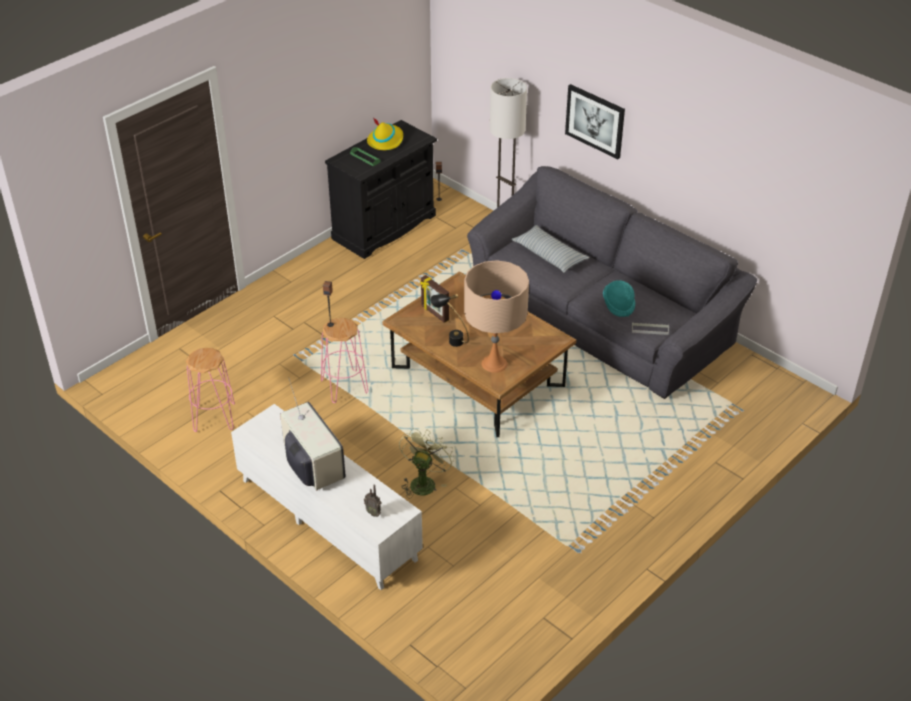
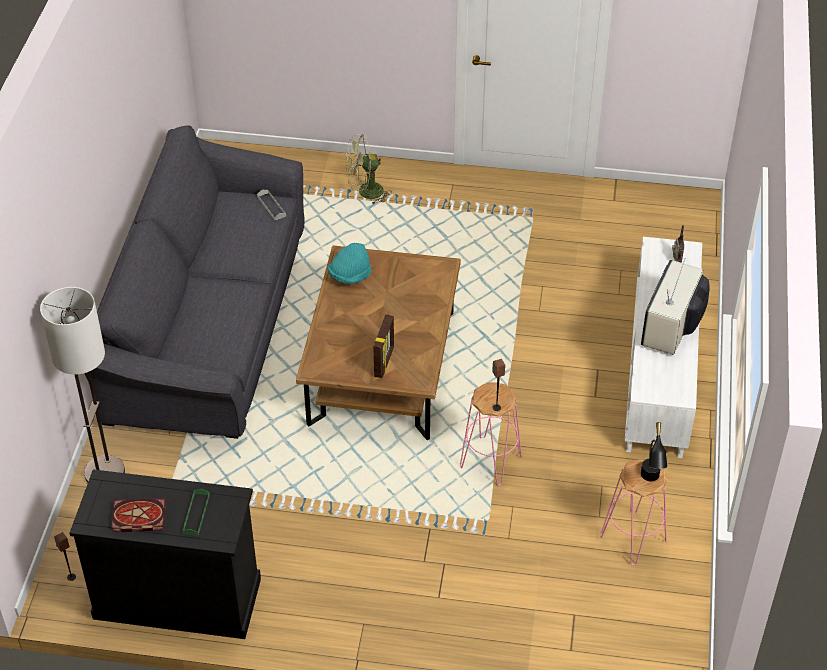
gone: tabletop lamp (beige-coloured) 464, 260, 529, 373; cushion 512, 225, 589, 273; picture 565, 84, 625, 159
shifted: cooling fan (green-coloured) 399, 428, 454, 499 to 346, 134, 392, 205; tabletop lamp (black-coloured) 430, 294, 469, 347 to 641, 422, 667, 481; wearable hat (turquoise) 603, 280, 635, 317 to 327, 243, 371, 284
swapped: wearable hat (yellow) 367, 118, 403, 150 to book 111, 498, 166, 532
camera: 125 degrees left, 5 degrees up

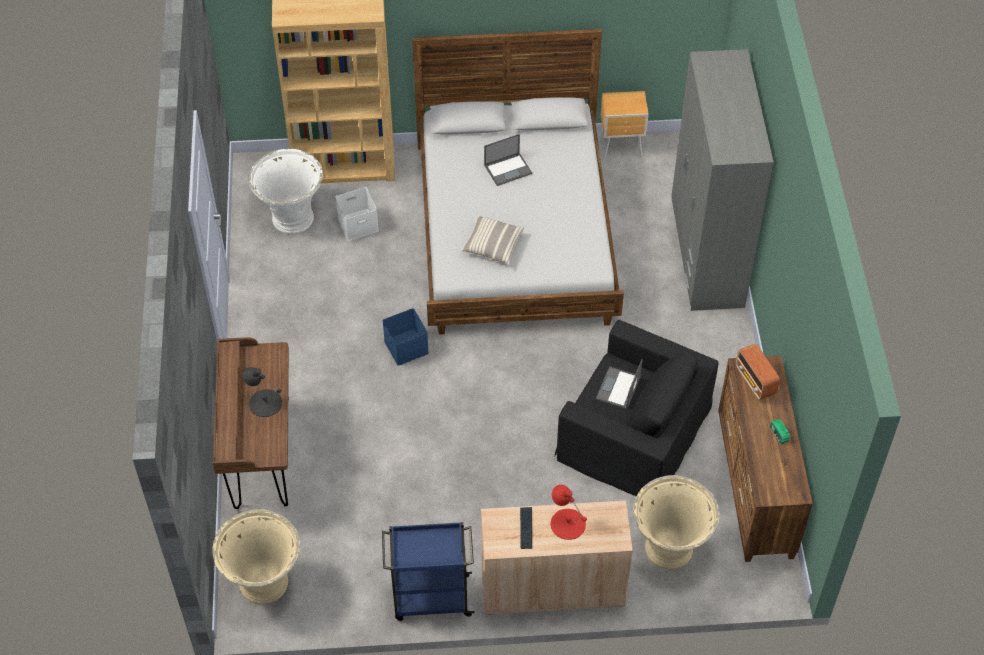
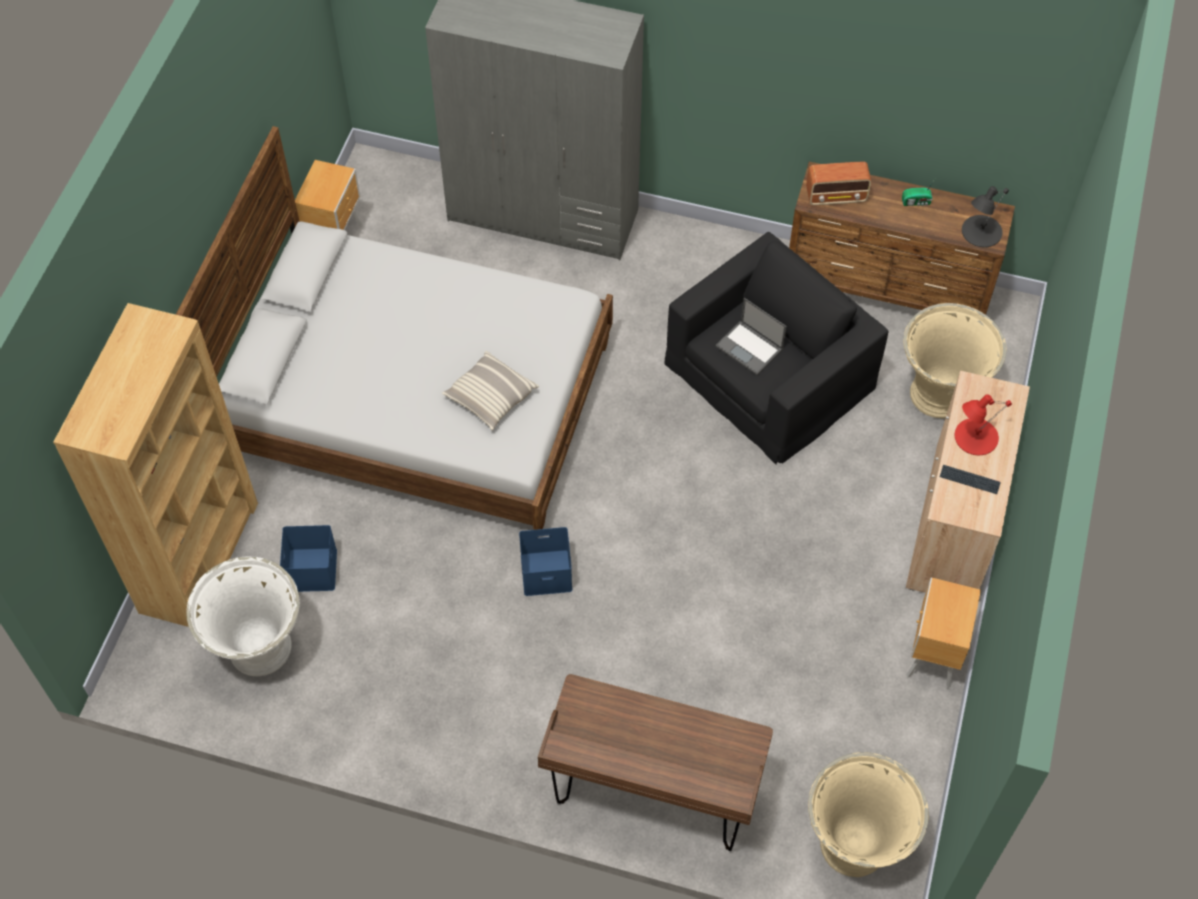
gone: notebook computer 484, 134, 532, 186
shifted: tabletop lamp (black-coloured) 243, 367, 282, 417 to 962, 186, 1009, 247
swapped: cart (blue) 382, 522, 475, 621 to bedside table (brown-coloured) 906, 578, 981, 688
repainted: storage bin (white) 336, 187, 379, 241 to storage bin (blue) 280, 525, 337, 592
camera: 70 degrees left, 5 degrees up

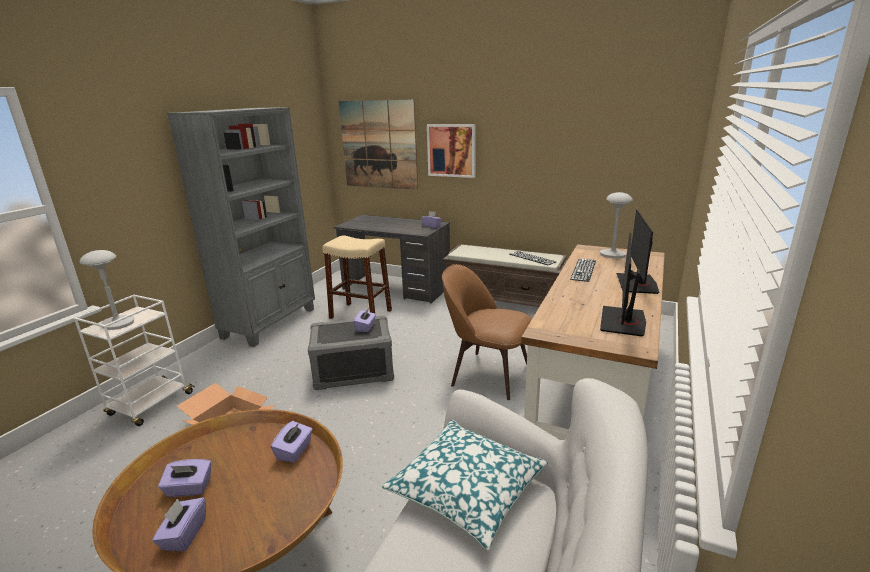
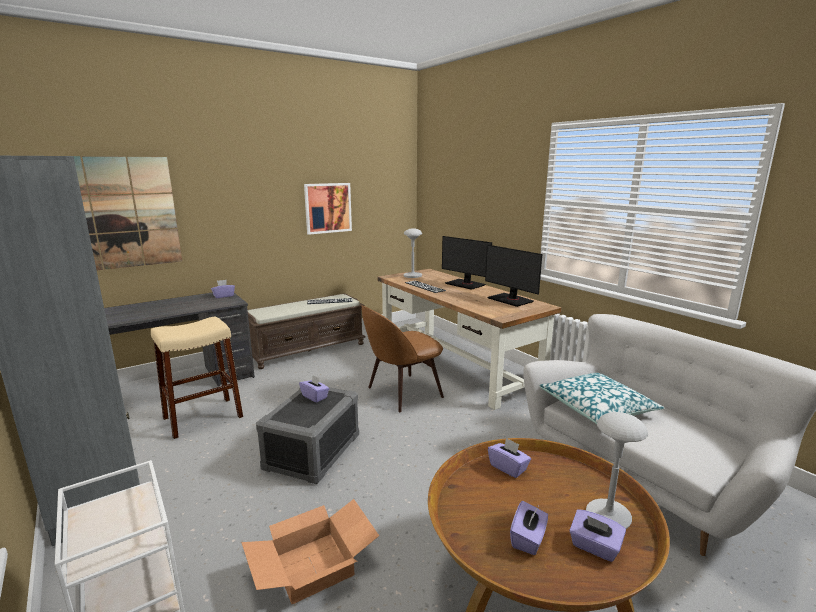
shifted: tabletop lamp (gray) 80, 250, 134, 330 to 586, 412, 648, 529; picture 427, 124, 476, 178 to 304, 183, 352, 235
camera: 60 degrees left, 5 degrees down

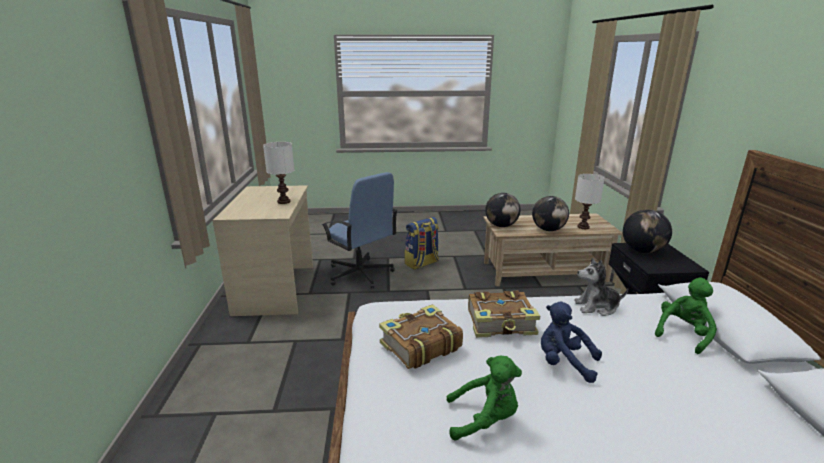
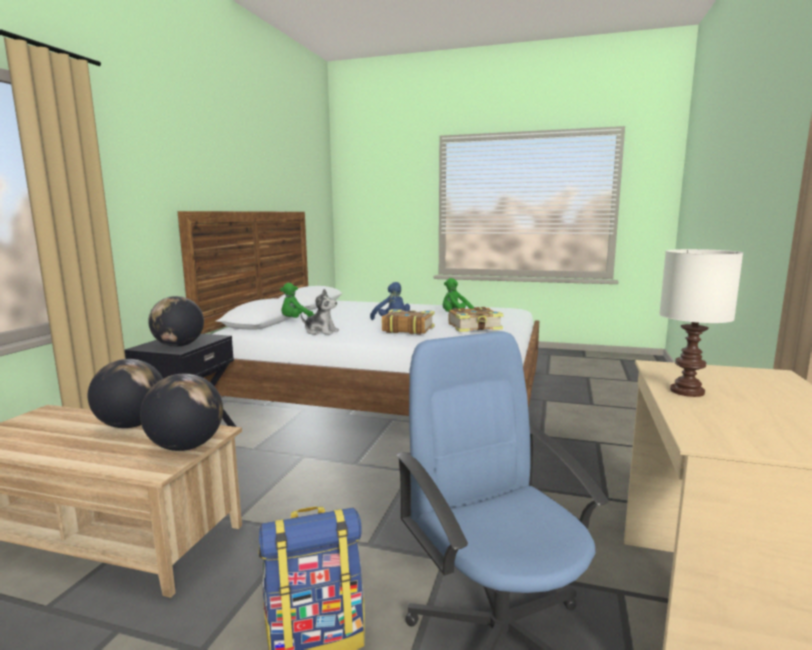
gone: tabletop lamp (white) 575, 174, 605, 229
camera: 160 degrees left, 10 degrees down

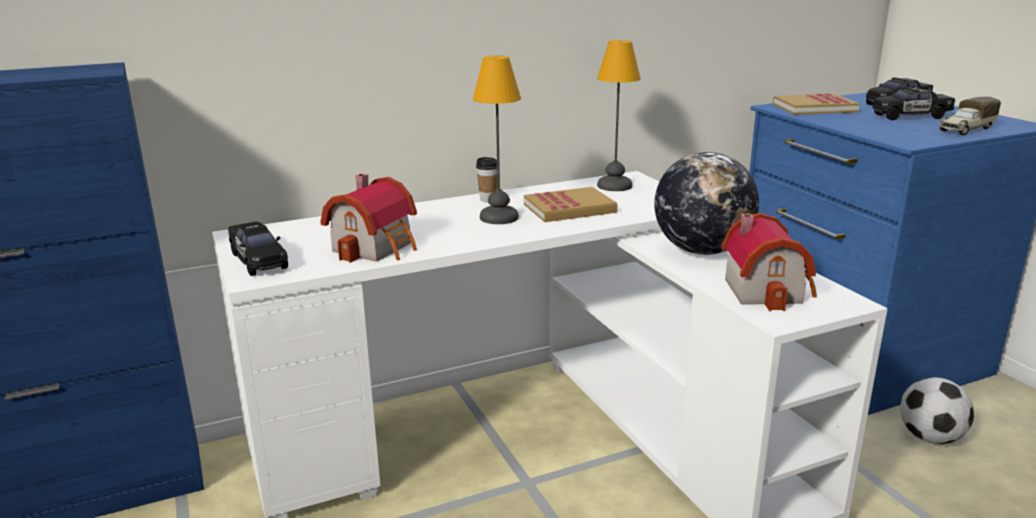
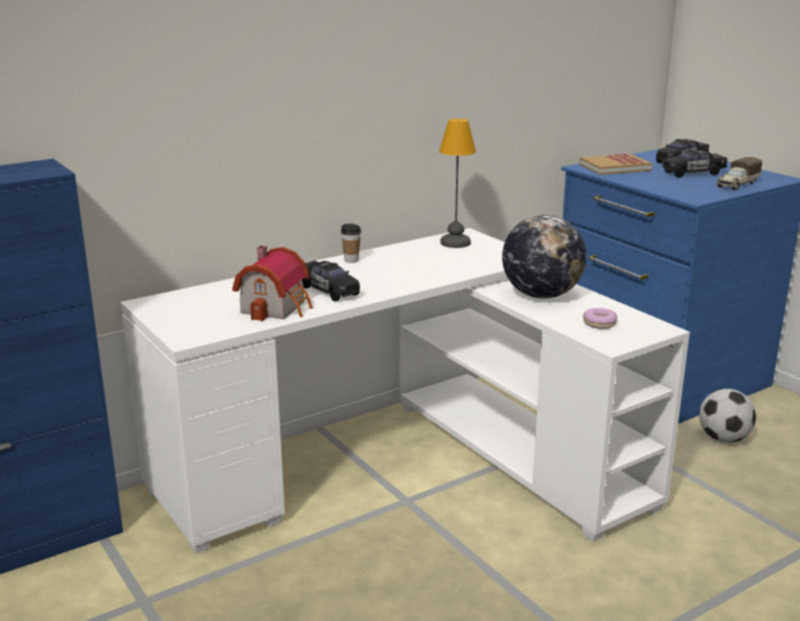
gone: tabletop lamp 473, 56, 521, 224; book 524, 187, 618, 222
shifted: toy car (black-coloured) 228, 221, 288, 276 to 302, 261, 360, 302
swapped: miniature house 721, 213, 817, 311 to ring doughnut 583, 308, 617, 329
camera: 10 degrees left, 0 degrees up

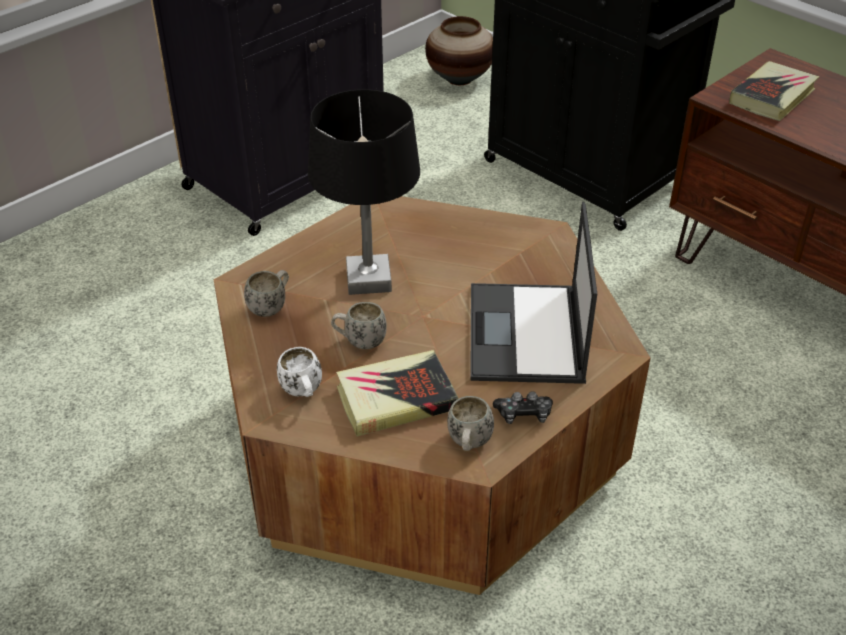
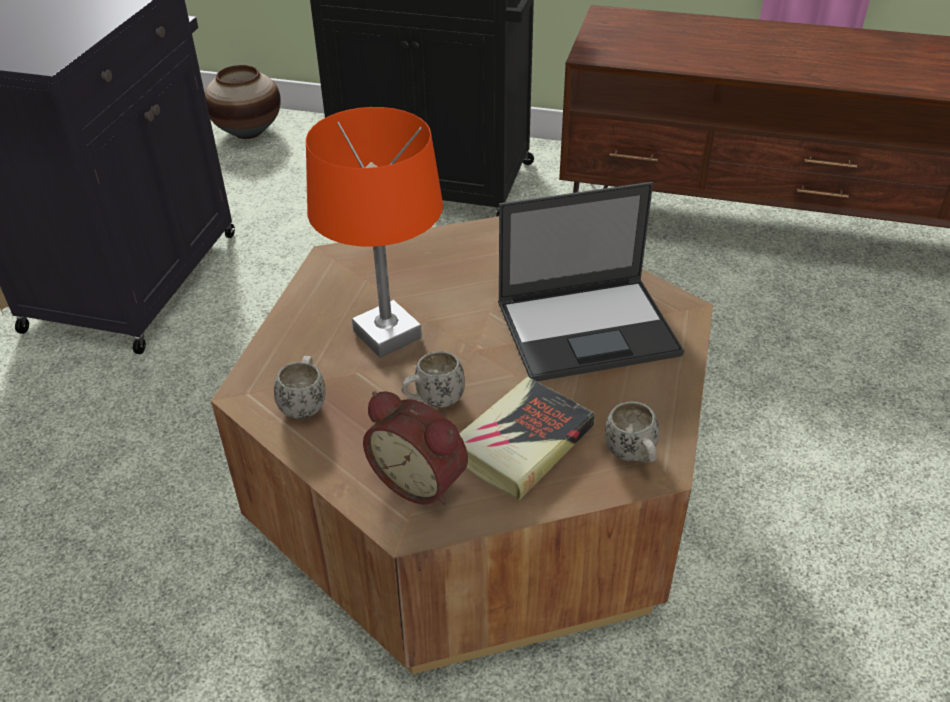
gone: game controller 493, 391, 553, 424; book 729, 61, 819, 121
swapped: tea mug (white) 277, 347, 322, 397 to alarm clock 363, 391, 468, 505
repainted: tabletop lamp (black-coloured) 308, 89, 420, 295 to tabletop lamp (orange-coloured) 306, 107, 443, 358
rotated: notebook computer 470, 202, 597, 384 = 498, 182, 684, 381 75 degrees counterclockwise
camera: 30 degrees left, 0 degrees up

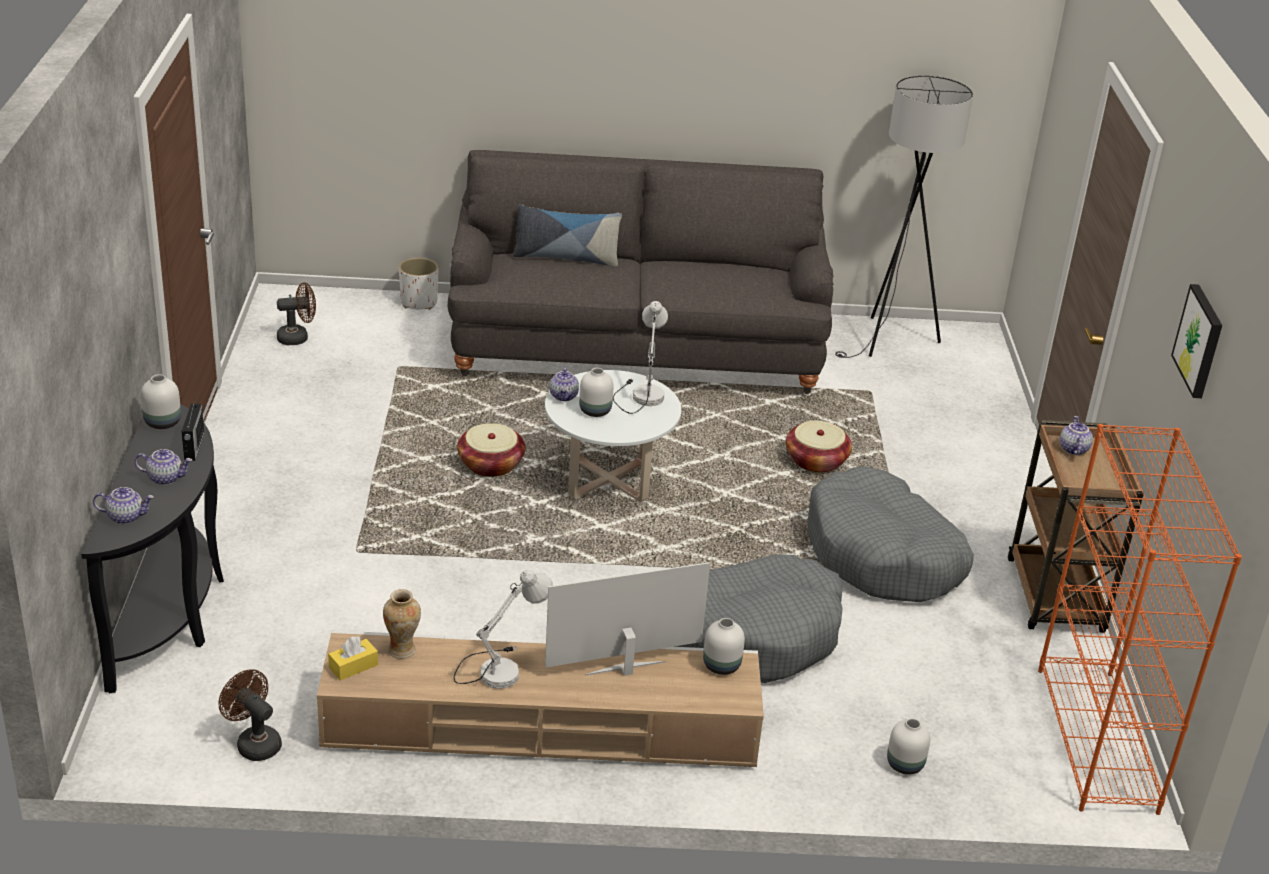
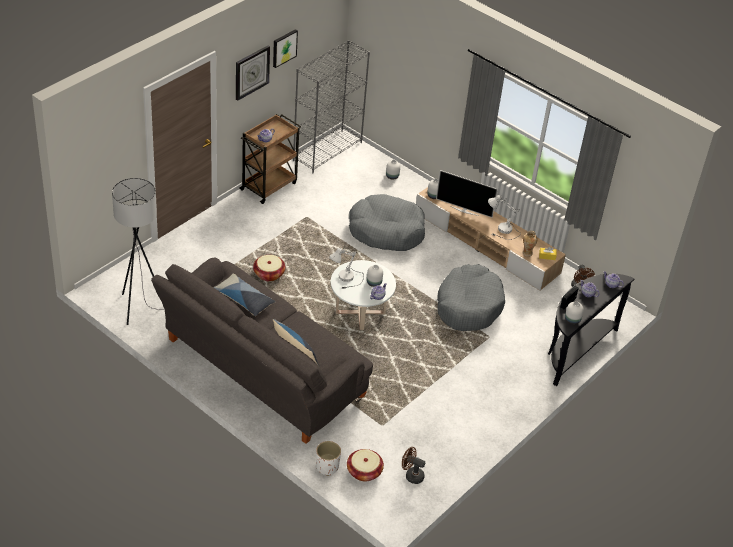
new: cushion 214, 274, 276, 316; clock on the wall 236, 45, 270, 101
shifted: basket 457, 423, 525, 477 to 347, 449, 384, 482; pet bed (gray) 807, 467, 973, 602 to 437, 264, 505, 331
repainted: bookcase (orange-coloured) 1038, 424, 1242, 815 to bookcase (gray) 293, 40, 370, 173
camera: 140 degrees left, 10 degrees up

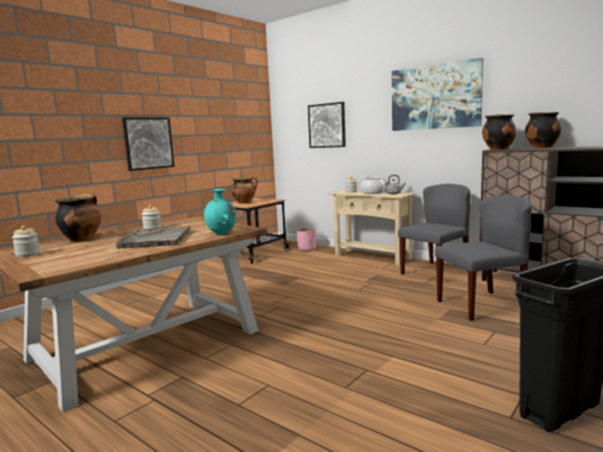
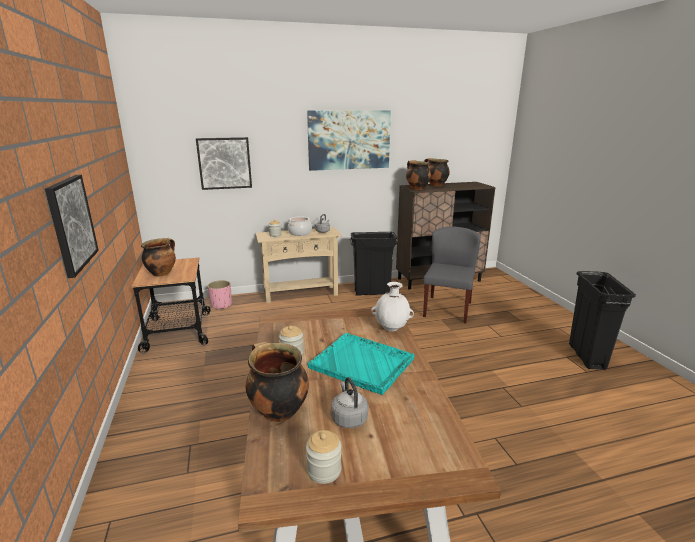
new: kettle (gray) 331, 377, 368, 428
swapped: upright chair (gray) 398, 184, 471, 275 to rubbish bin (black-coloured) 350, 232, 398, 296
repainted: tray (gray) 116, 226, 191, 248 to tray (turquoise) 308, 333, 414, 395; decorative vase (turquoise) 204, 189, 237, 235 to decorative vase (white) 371, 282, 414, 332
camera: 55 degrees left, 10 degrees up

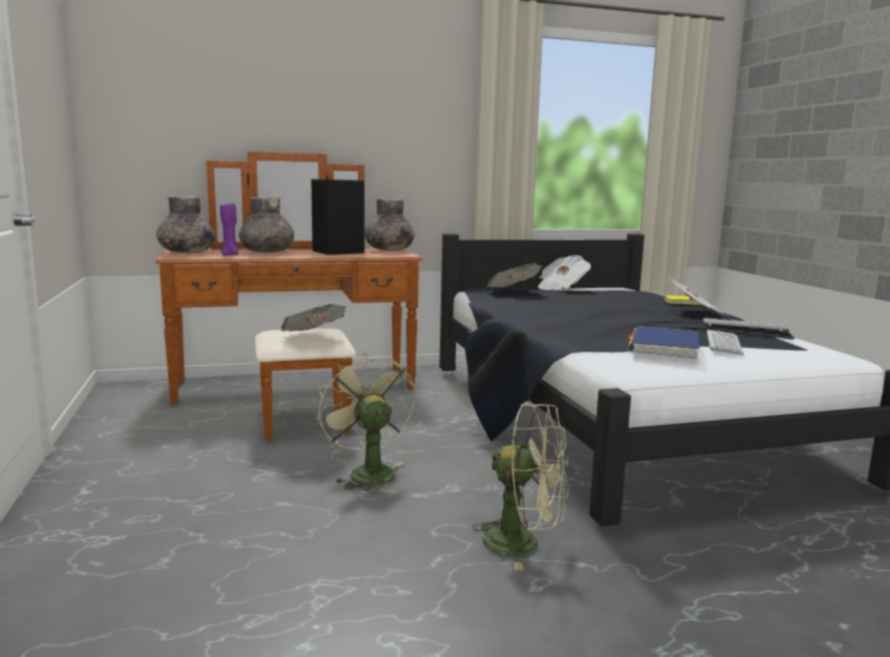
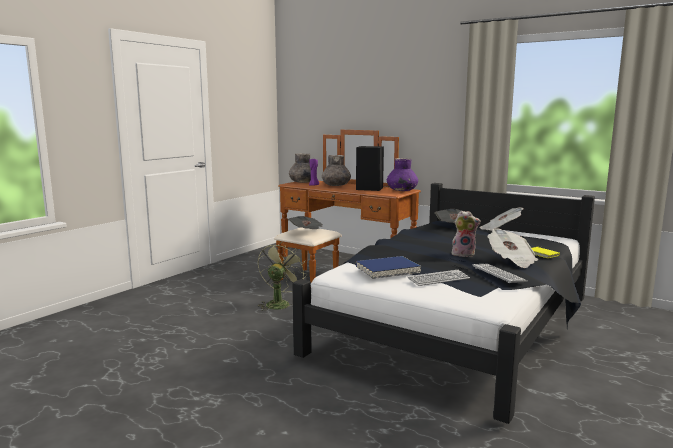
gone: cooling fan (green-coloured) 472, 402, 569, 570
new: cuddly toy 452, 211, 481, 257
repainted: decorative vase (gray) 364, 198, 415, 251 to decorative vase (purple) 387, 158, 418, 191
camera: 50 degrees right, 0 degrees up

